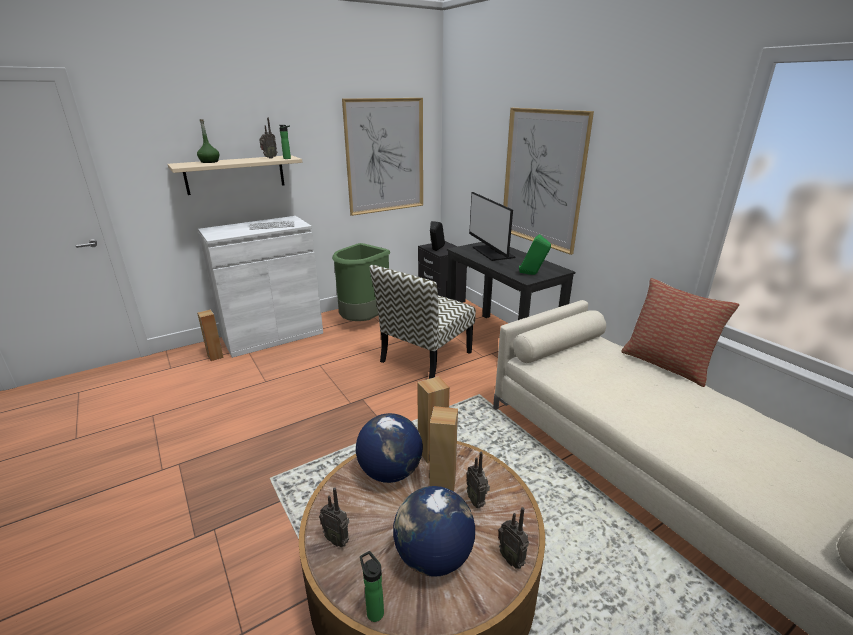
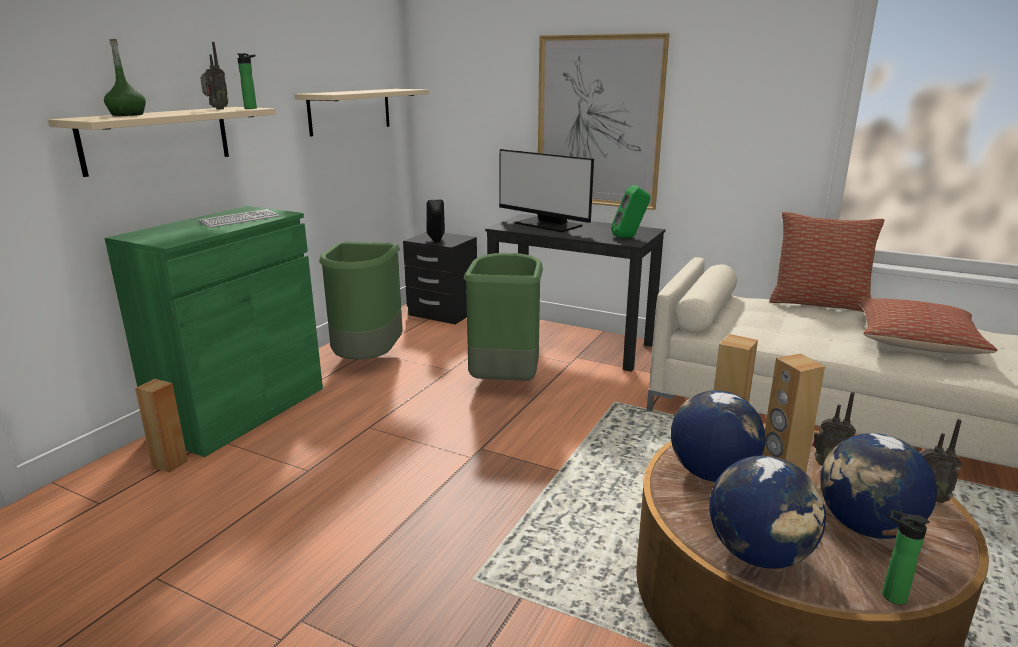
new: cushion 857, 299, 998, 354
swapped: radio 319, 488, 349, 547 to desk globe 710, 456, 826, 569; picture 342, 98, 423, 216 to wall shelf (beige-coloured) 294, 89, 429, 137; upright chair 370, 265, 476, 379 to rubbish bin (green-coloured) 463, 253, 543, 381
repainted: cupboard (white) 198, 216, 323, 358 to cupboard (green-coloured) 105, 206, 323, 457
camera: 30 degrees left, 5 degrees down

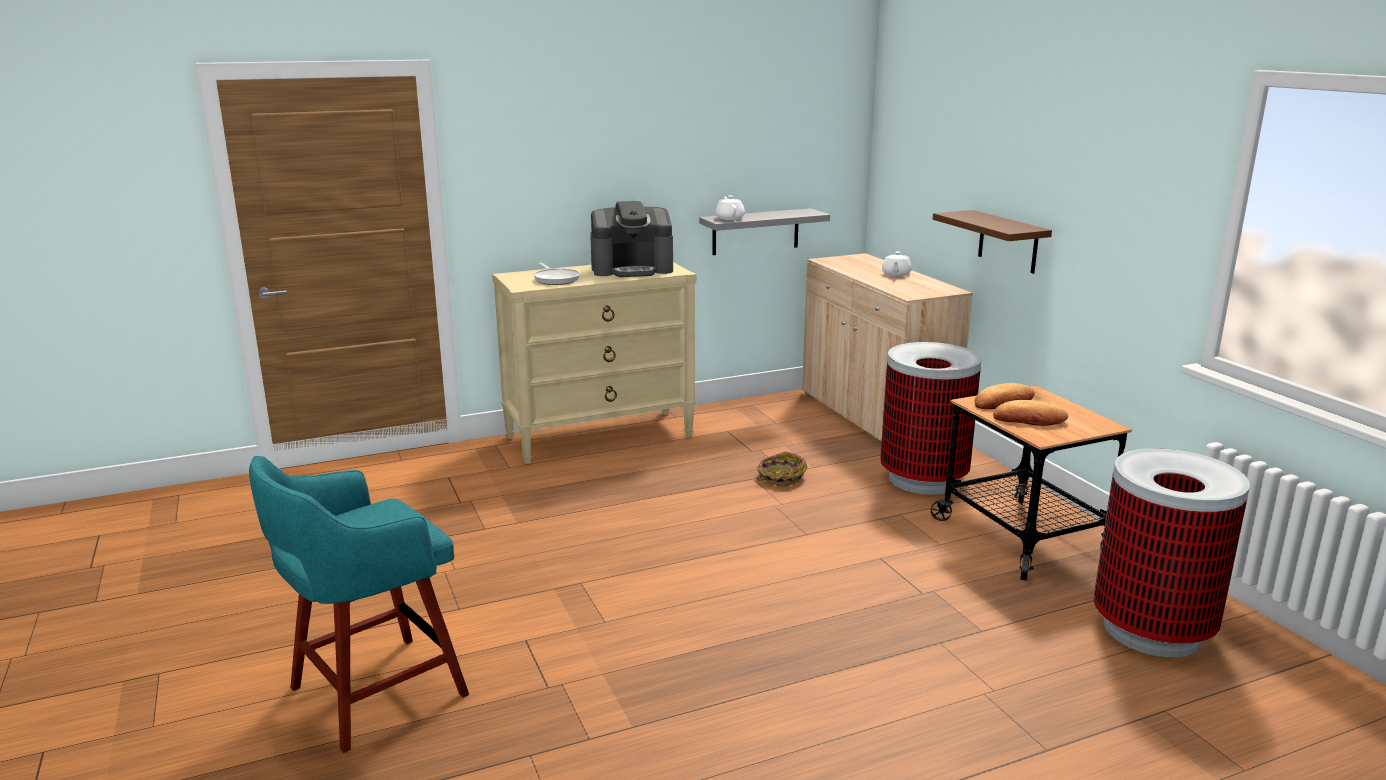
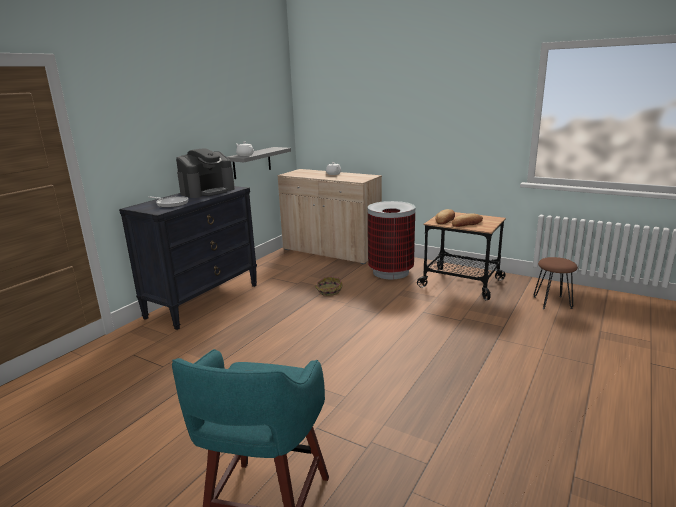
gone: wall shelf (brown-coloured) 933, 210, 1052, 274
swapped: rubbish bin 1094, 448, 1250, 657 to sitting stool (brown-coloured) 534, 257, 578, 309
repainted: dresser (beige-coloured) 492, 262, 696, 464 to dresser (black-coloured) 119, 186, 257, 330
camera: 35 degrees left, 0 degrees up

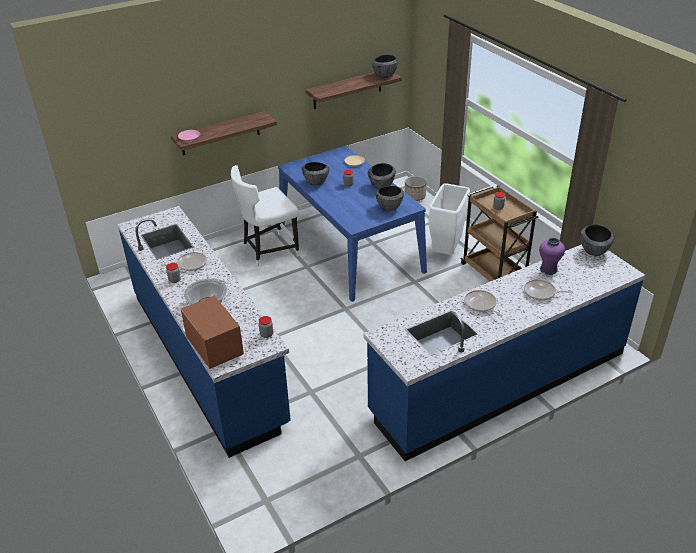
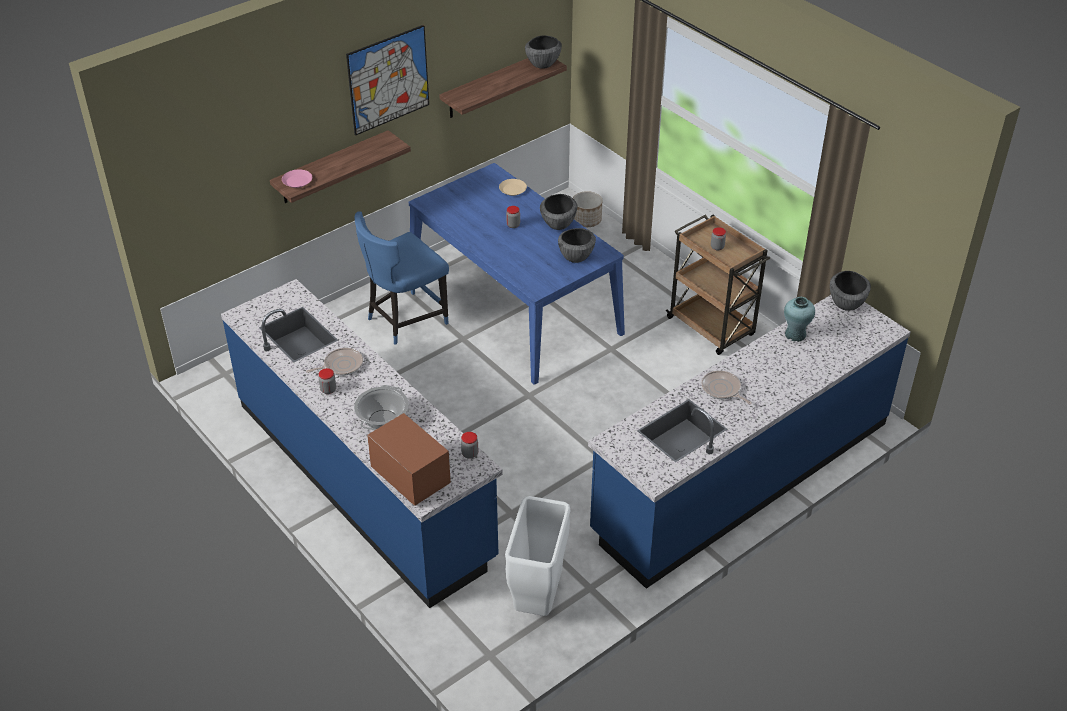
gone: deep dish 302, 162, 330, 186; skillet 524, 279, 573, 301
new: picture 346, 25, 429, 136
shifted: rubbish bin (white) 429, 183, 470, 255 to 505, 496, 571, 616
repainted: upright chair (white) 231, 165, 299, 267 to upright chair (blue) 355, 211, 449, 345; decorative vase (purple) 539, 238, 565, 275 to decorative vase (turquoise) 784, 297, 815, 342
camera: 10 degrees left, 5 degrees up

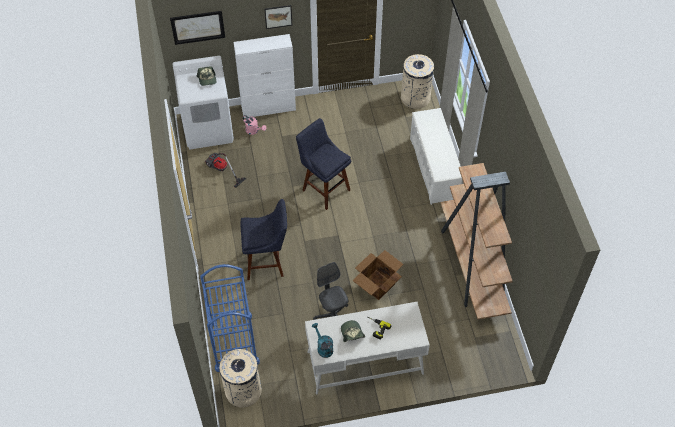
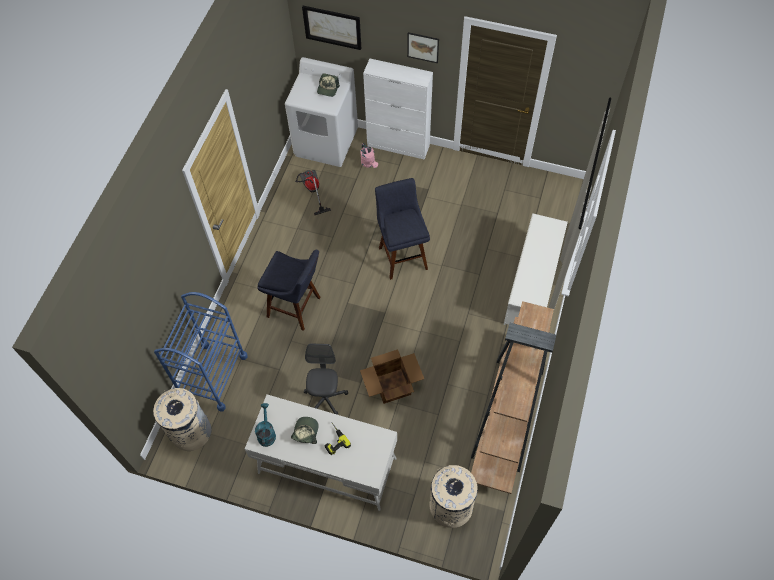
shifted: rubbish bin (beige-coloured) 401, 54, 434, 109 to 429, 465, 478, 528
camera: 30 degrees right, 5 degrees up

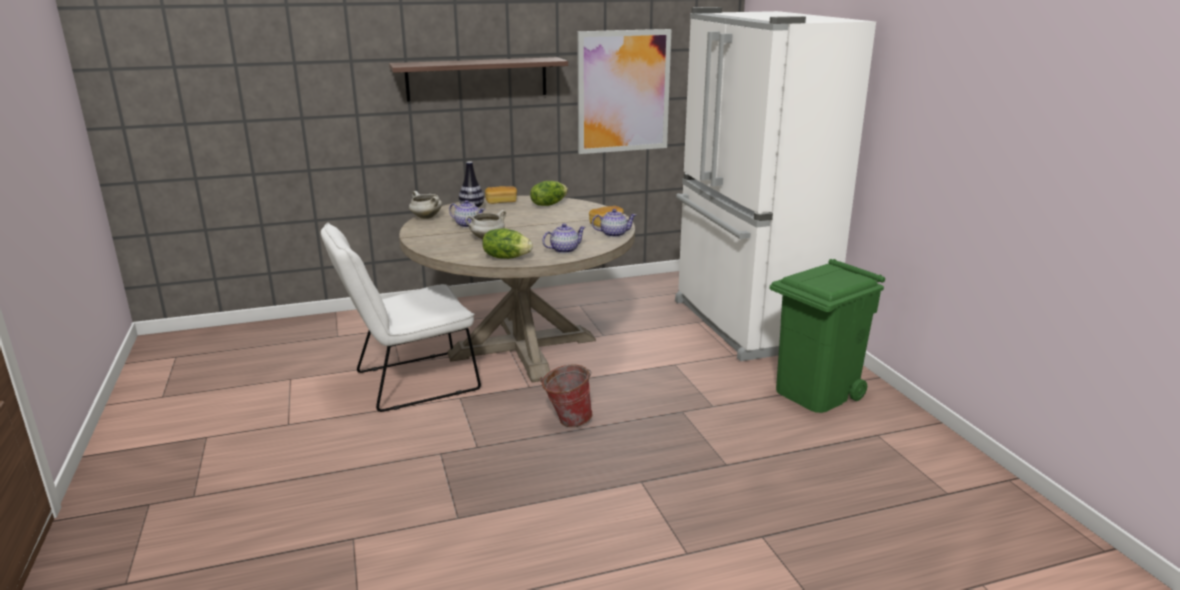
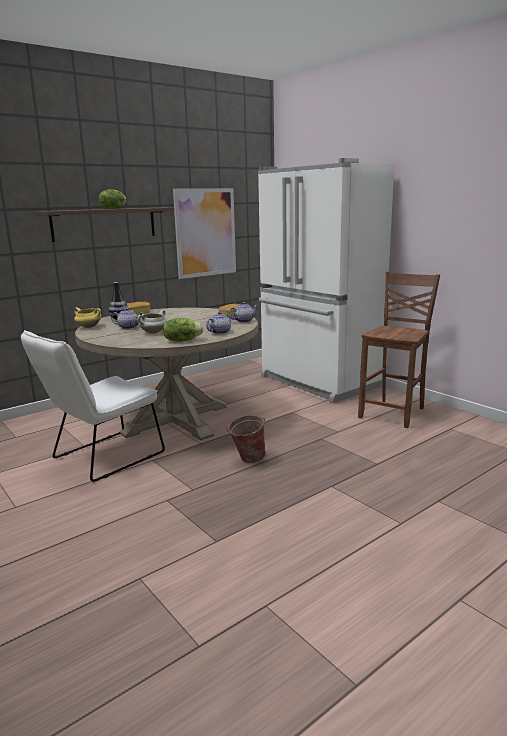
shifted: lettuce head 530, 181, 568, 206 to 99, 189, 126, 209
swapped: rubbish bin (green-coloured) 770, 259, 885, 413 to upright chair (brown-coloured) 358, 272, 440, 428
repainted: stockpot (white) 409, 191, 442, 219 to stockpot (yellow) 74, 307, 102, 328
camera: 20 degrees left, 5 degrees down

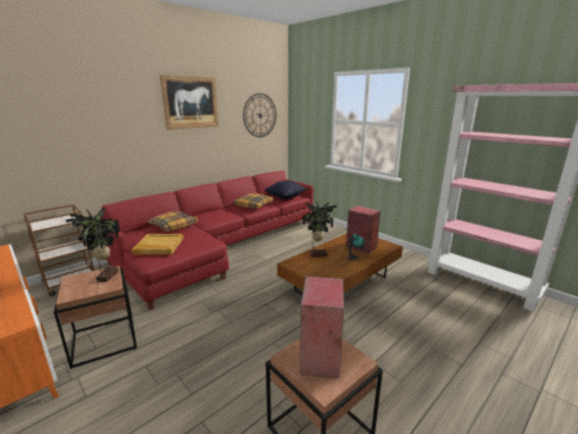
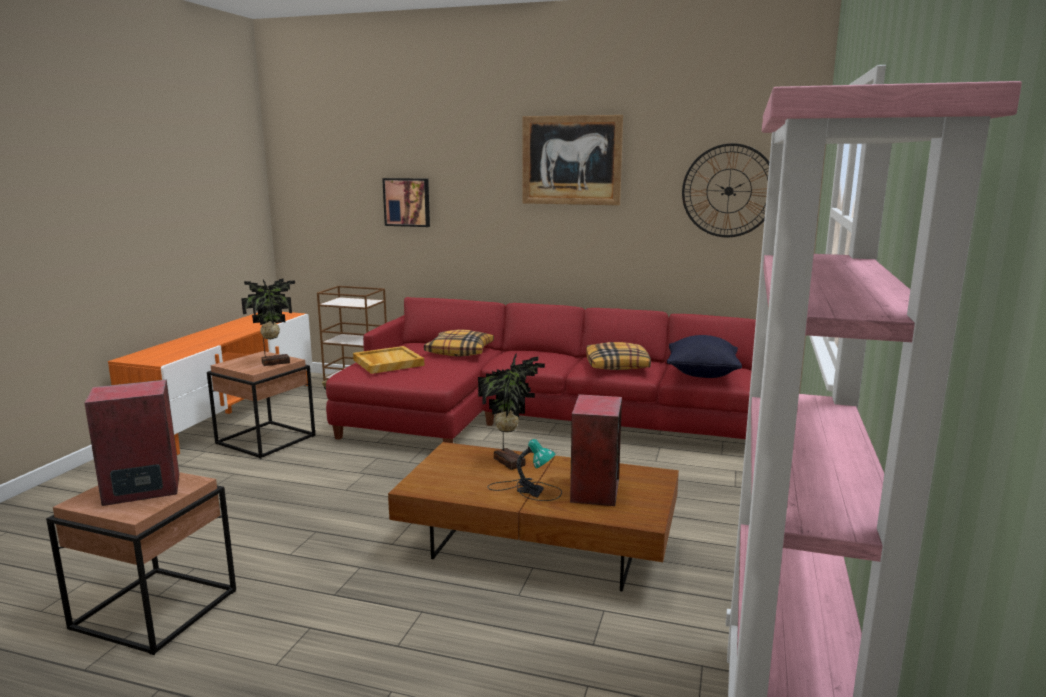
new: picture 382, 178, 430, 227
camera: 60 degrees right, 5 degrees down

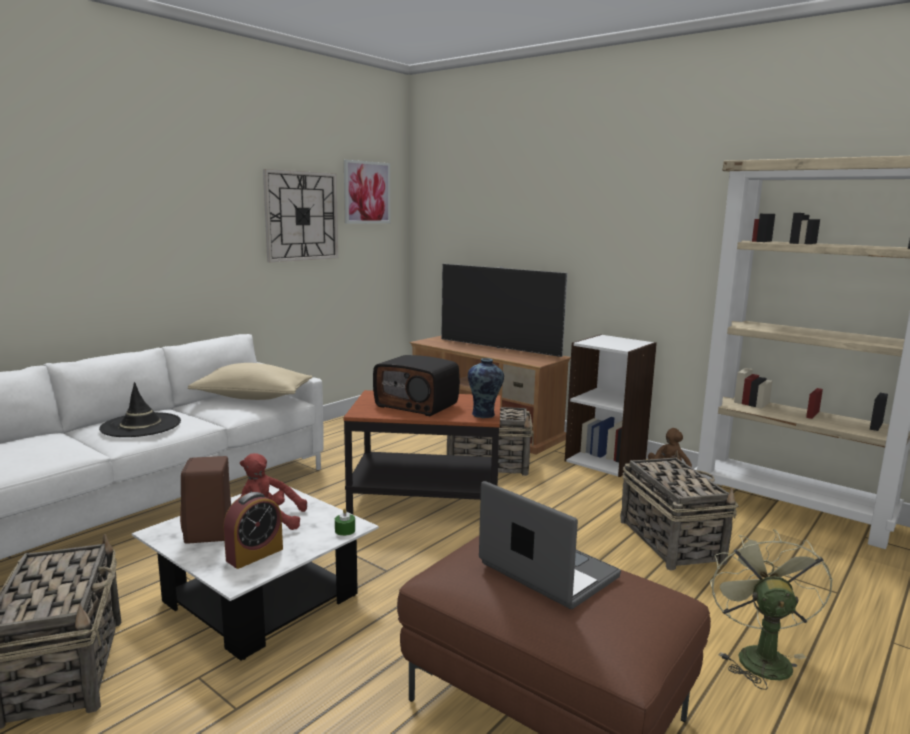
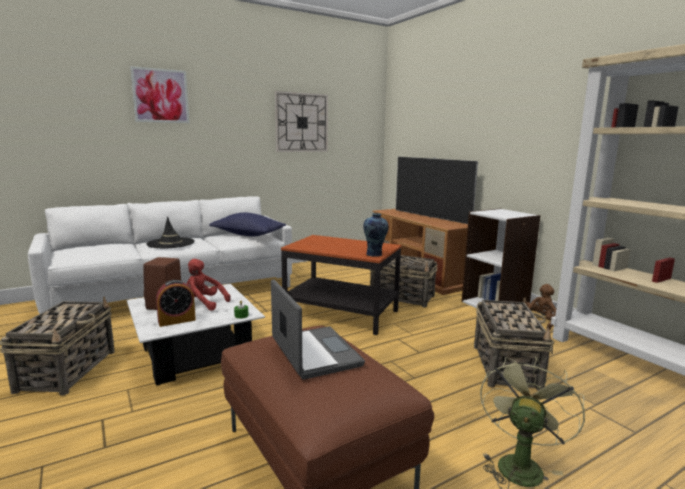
gone: radio 373, 355, 460, 416
shifted: picture 344, 160, 390, 224 to 130, 66, 189, 123
repainted: cushion (beige-coloured) 188, 363, 312, 400 to cushion (blue) 209, 212, 286, 236
camera: 20 degrees right, 0 degrees up

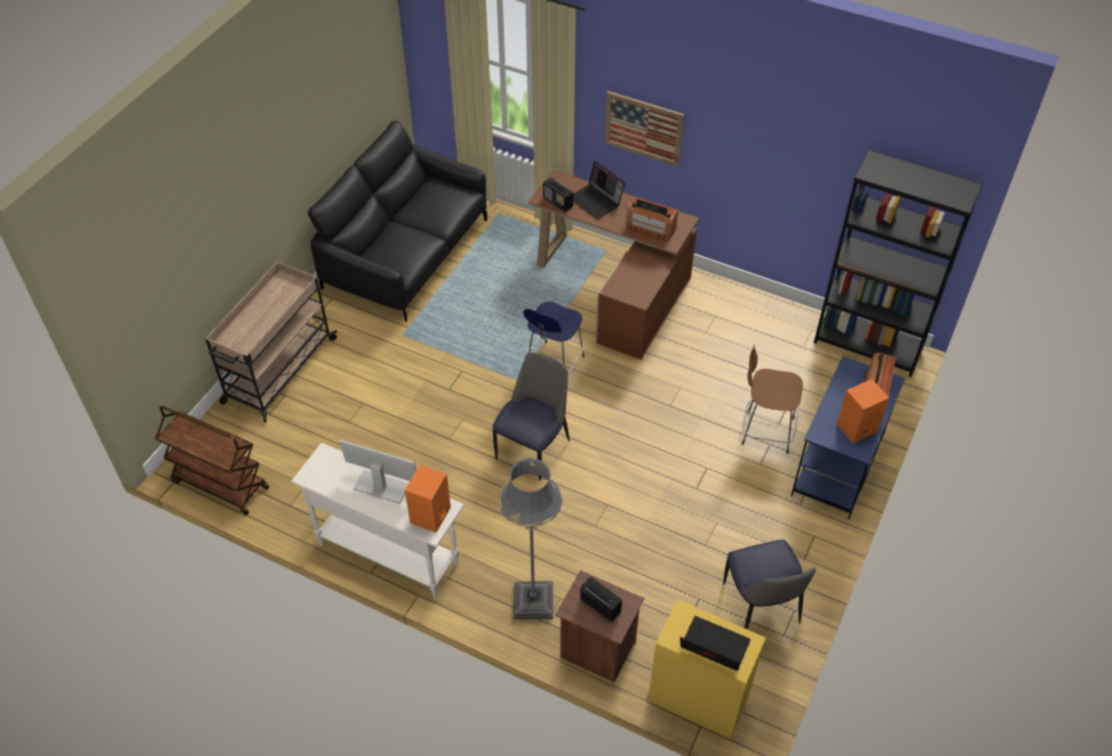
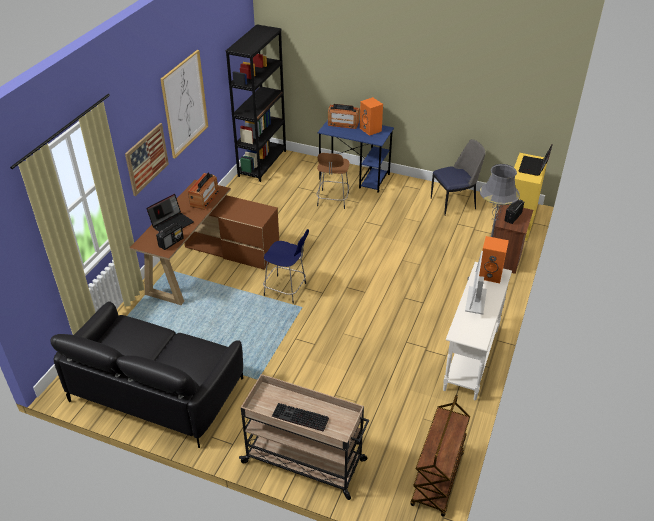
gone: upright chair 493, 352, 570, 480
new: picture 160, 50, 208, 158; keyboard 272, 403, 329, 432
camera: 95 degrees left, 10 degrees down

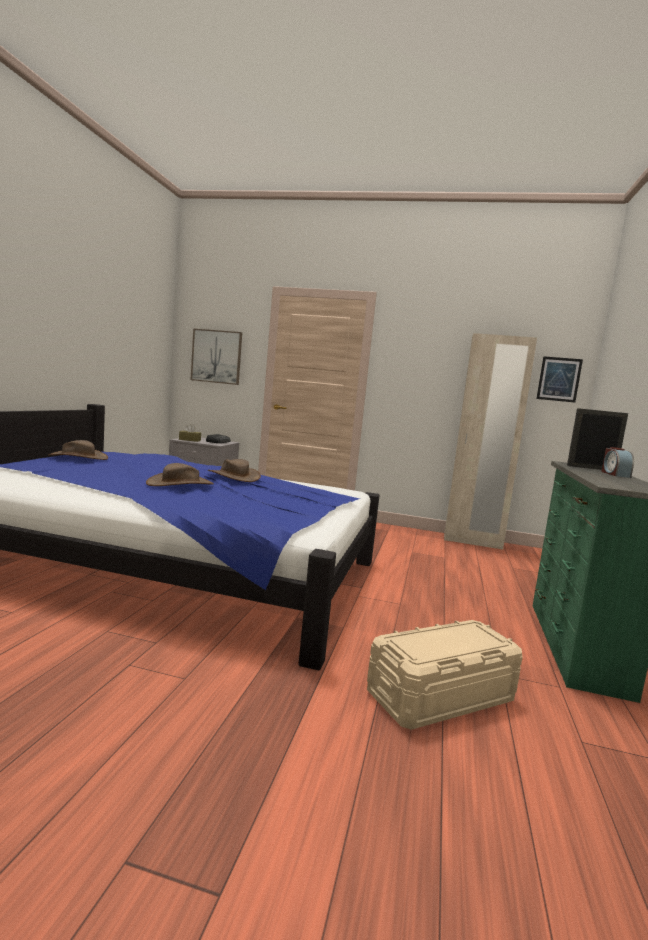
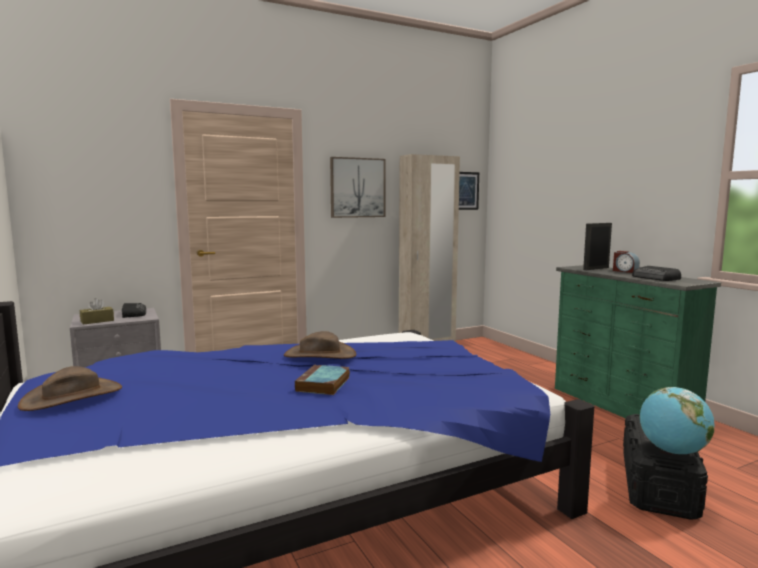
new: radio 632, 266, 681, 281; desk globe 639, 387, 714, 454
shifted: picture 191, 328, 242, 385 to 330, 157, 386, 218
swapped: wearable hat (brown-coloured) 146, 463, 214, 486 to book 295, 364, 350, 395
repainted: storage bin (beige-coloured) 367, 620, 523, 730 to storage bin (black-coloured) 623, 414, 708, 520
camera: 40 degrees left, 0 degrees up

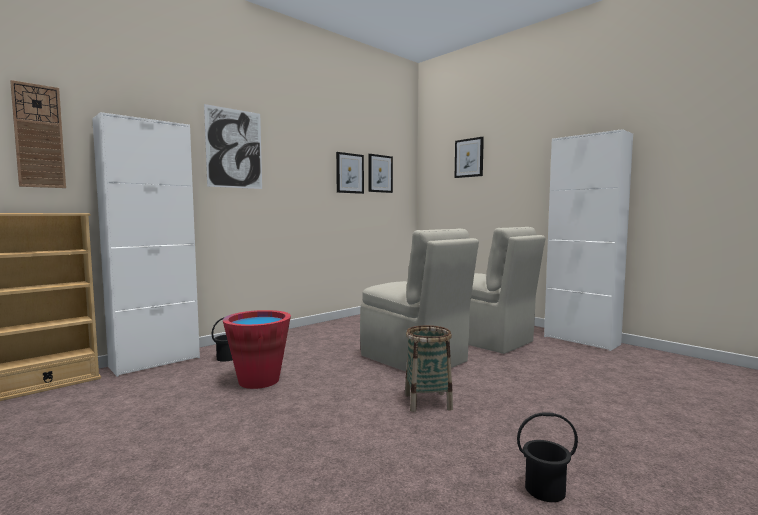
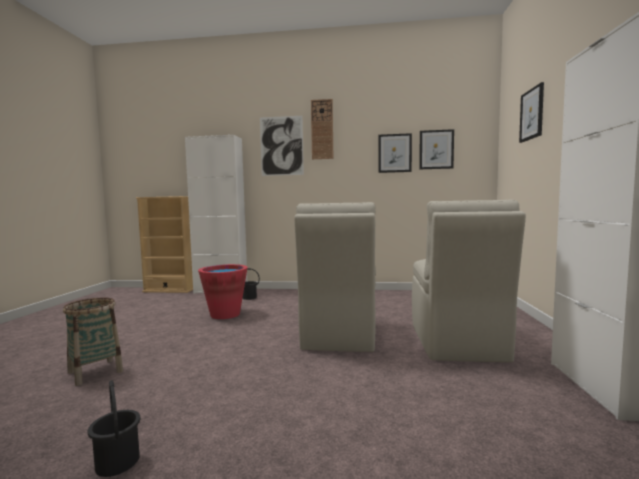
shifted: clock on the wall 10, 80, 66, 188 to 311, 99, 333, 159; basket 405, 325, 453, 412 to 63, 297, 123, 386
camera: 50 degrees right, 0 degrees up

